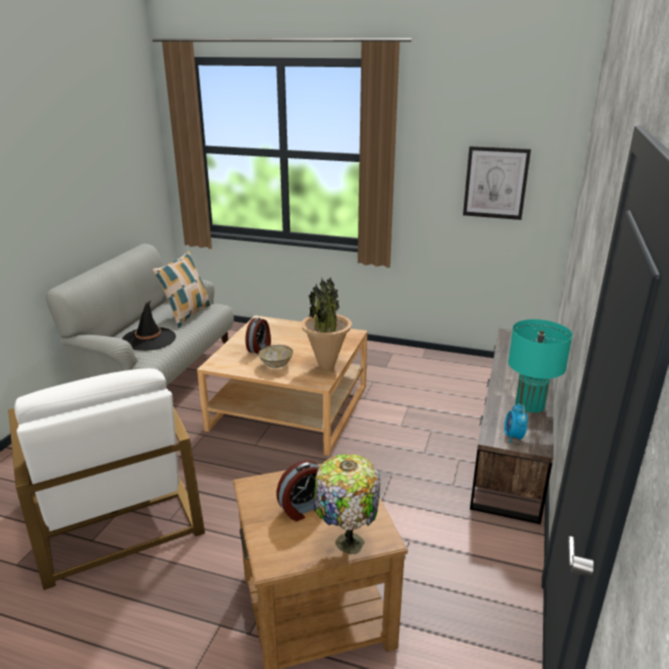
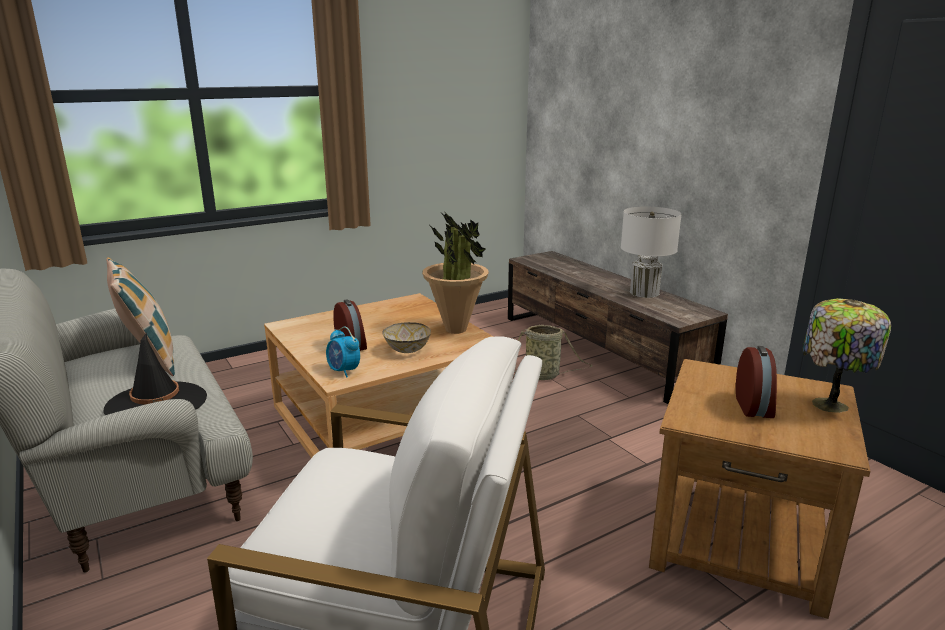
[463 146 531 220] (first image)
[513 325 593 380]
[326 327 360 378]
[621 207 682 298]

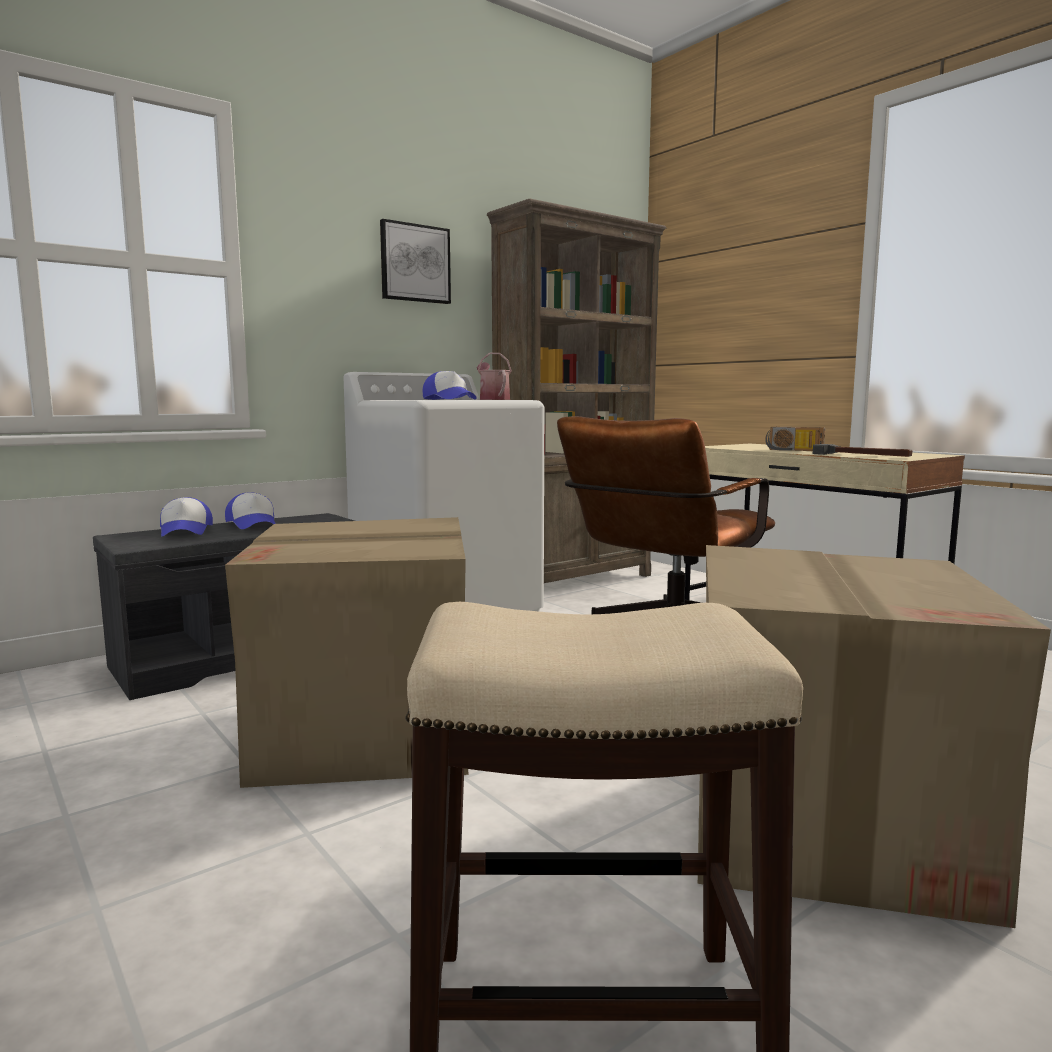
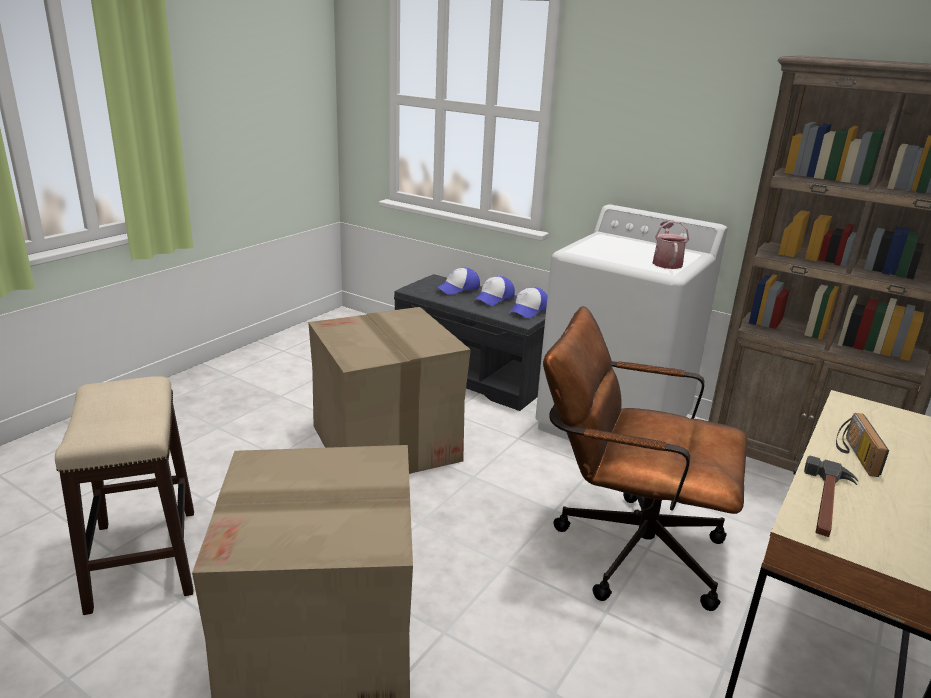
[380 219 451 304] (first image)
[509 287 548 318]
[653 221 689 269]

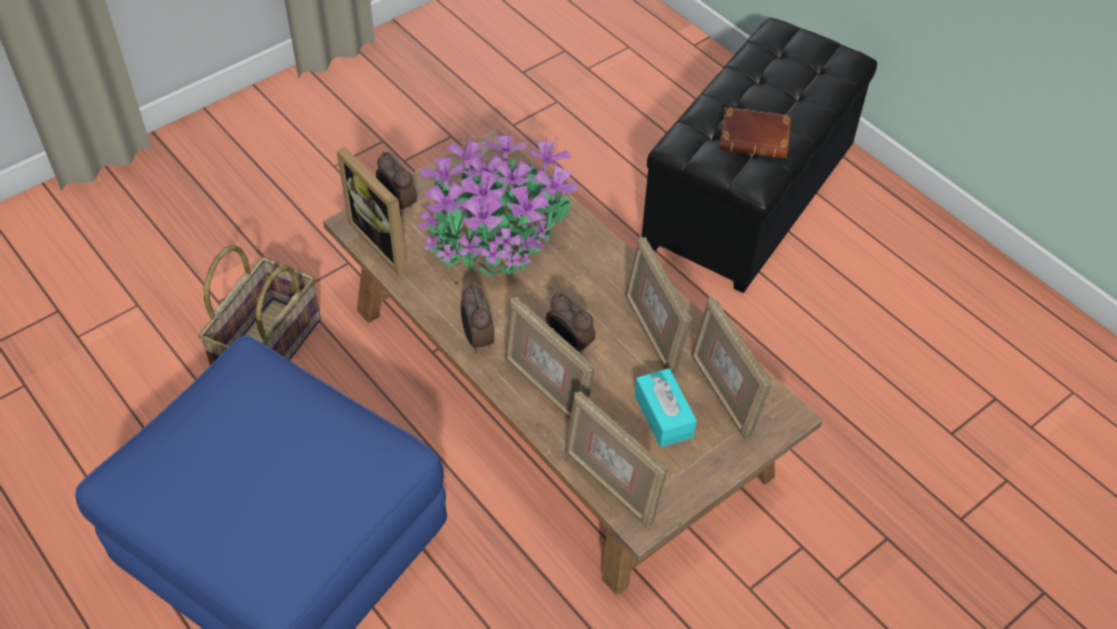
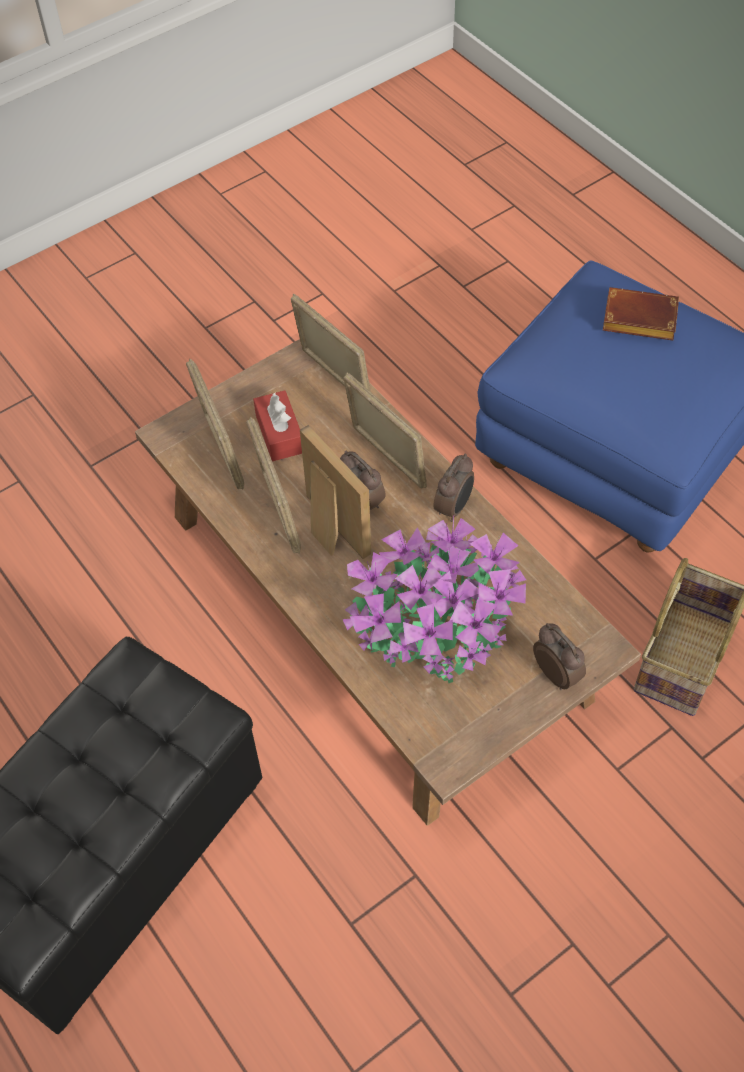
[300 425 371 559]
[603 287 679 340]
[253 390 302 461]
[433 453 474 522]

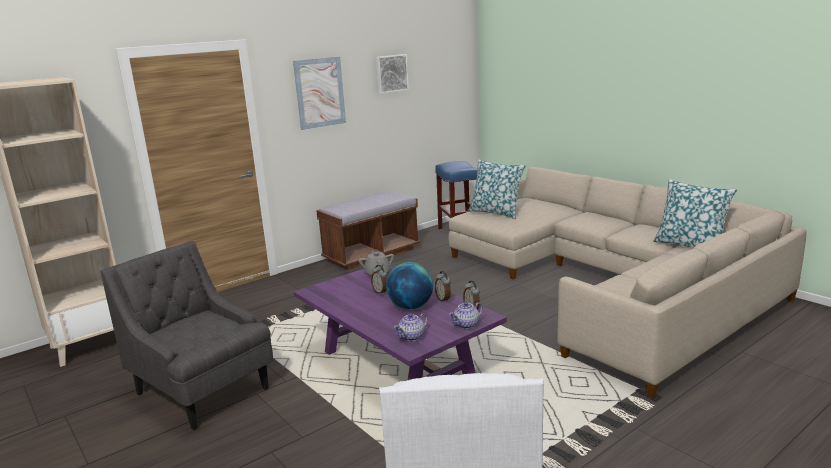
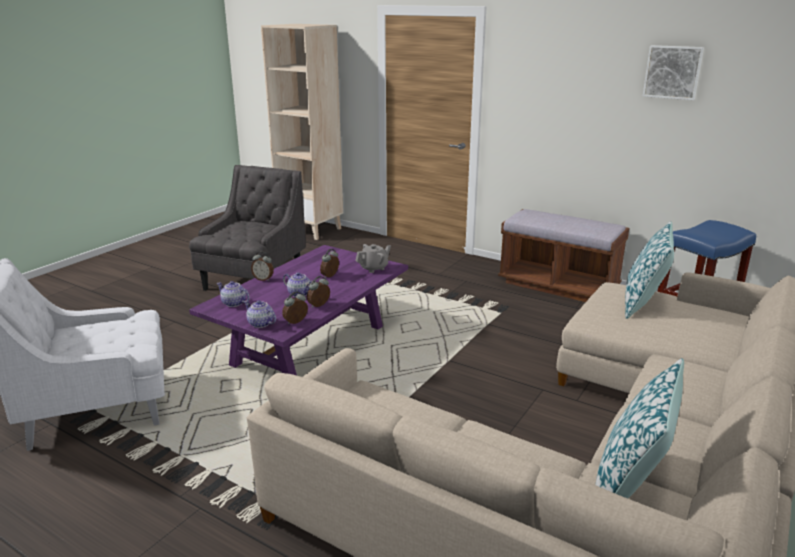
[293 57 346 130] (first image)
[251 251 274 281]
[283 272 313 297]

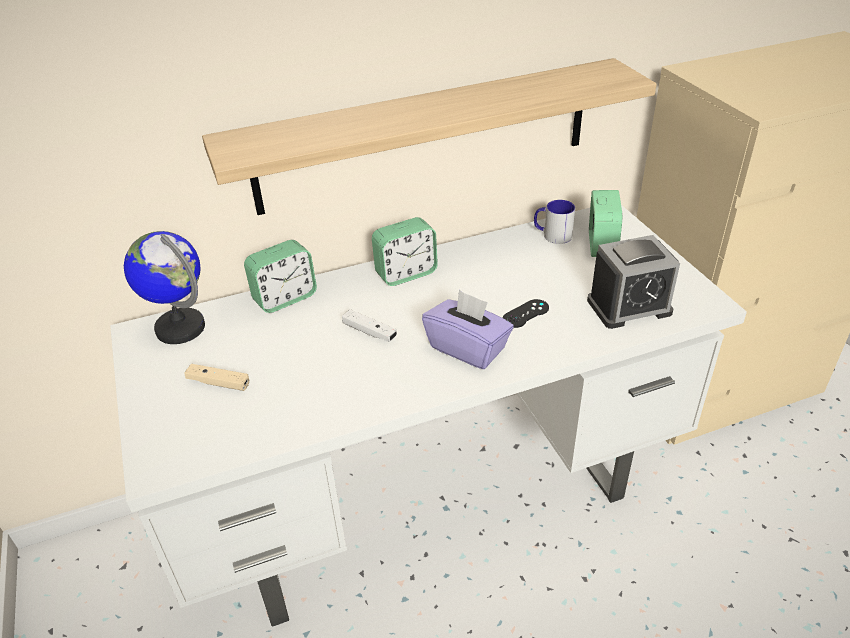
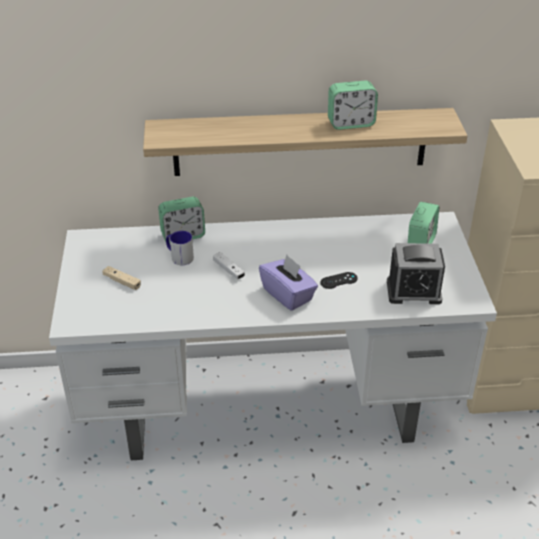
[124 231 205 344] (first image)
[328 80 378 130]
[166 231 194 265]

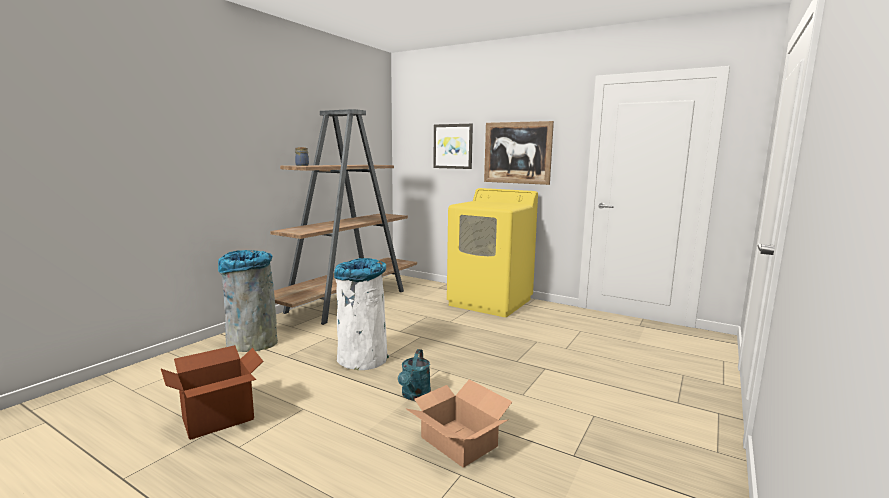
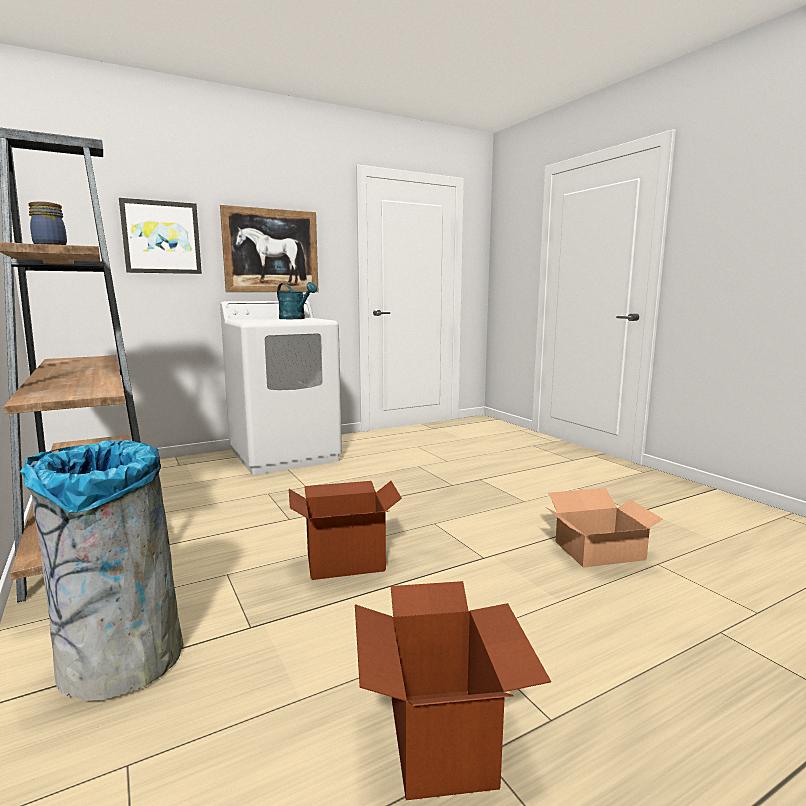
[277 282 317 319]
[289 481 402 580]
[220 301 342 475]

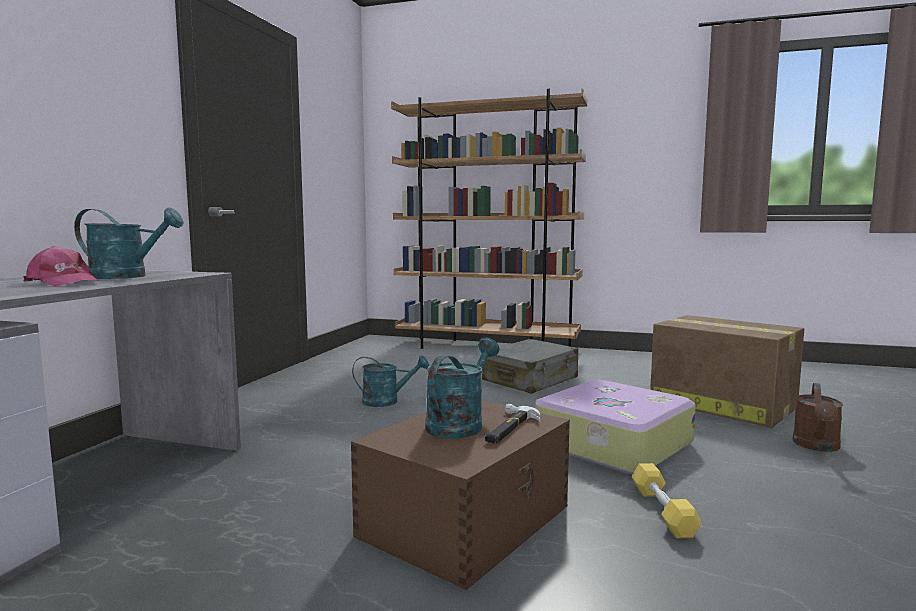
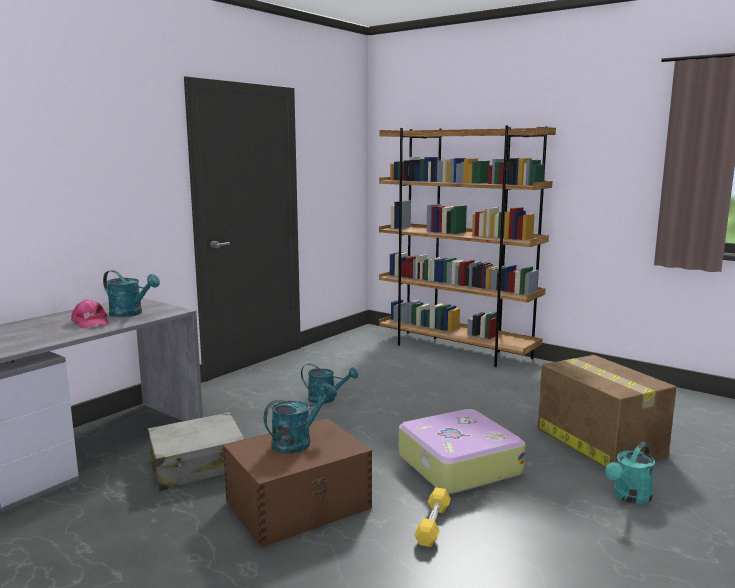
[485 404 540 443] (first image)
[148 412 245 491]
[605 442 655 504]

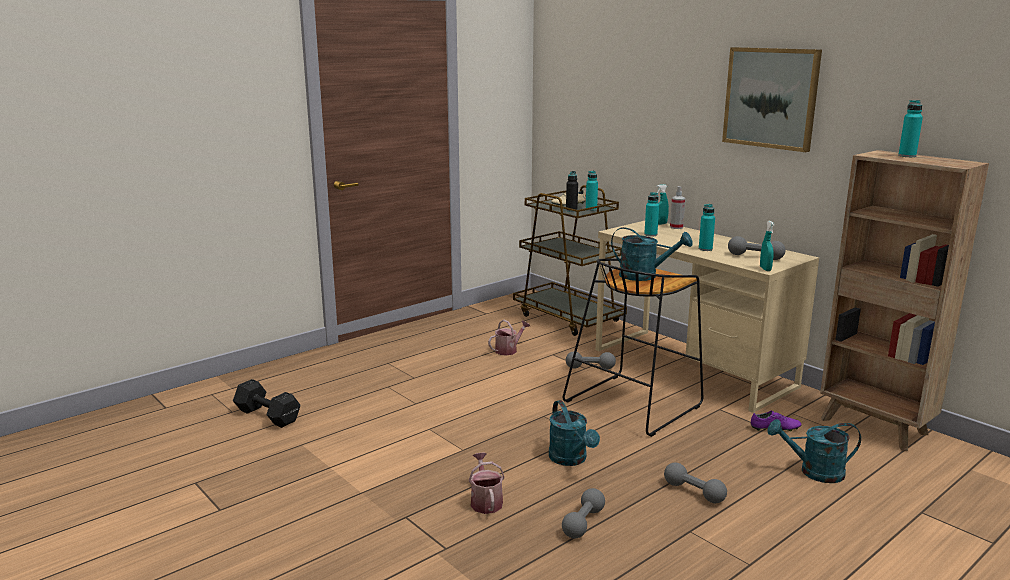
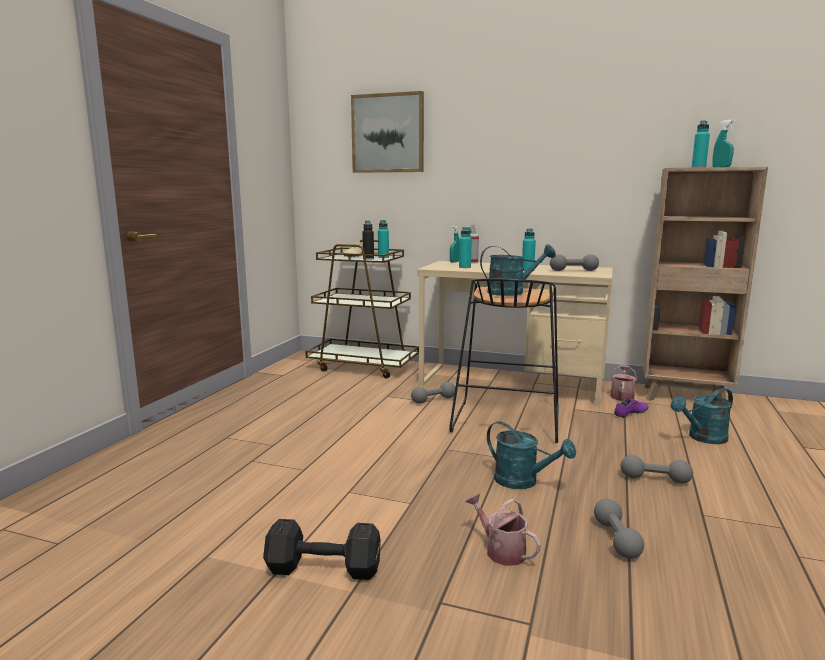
[263 519 381 580]
[610 365 637 401]
[351 91 424 173]
[712 119 735 167]

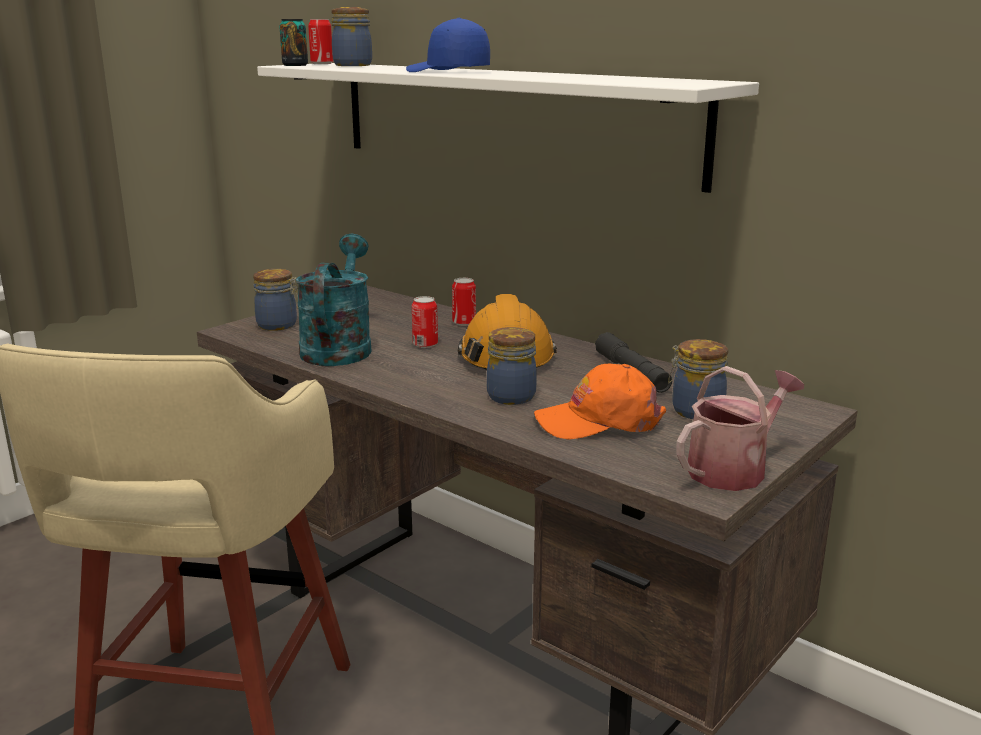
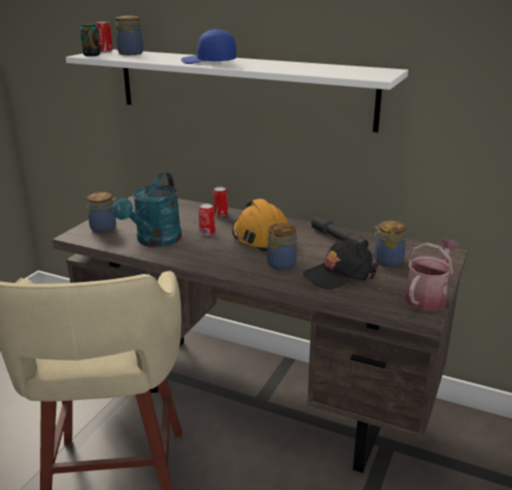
[303 240 378 289]
[113 172 182 247]

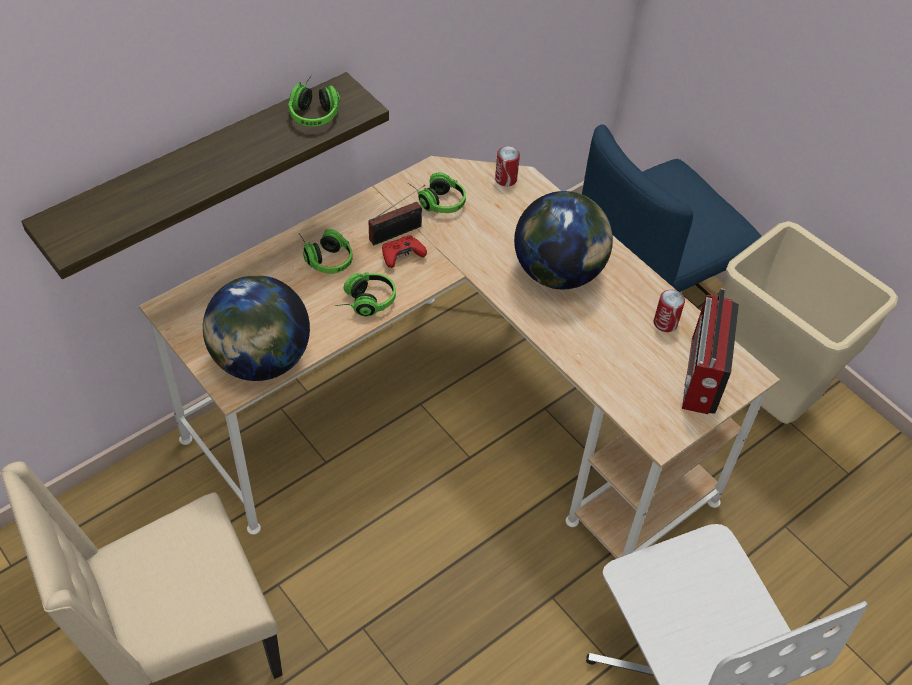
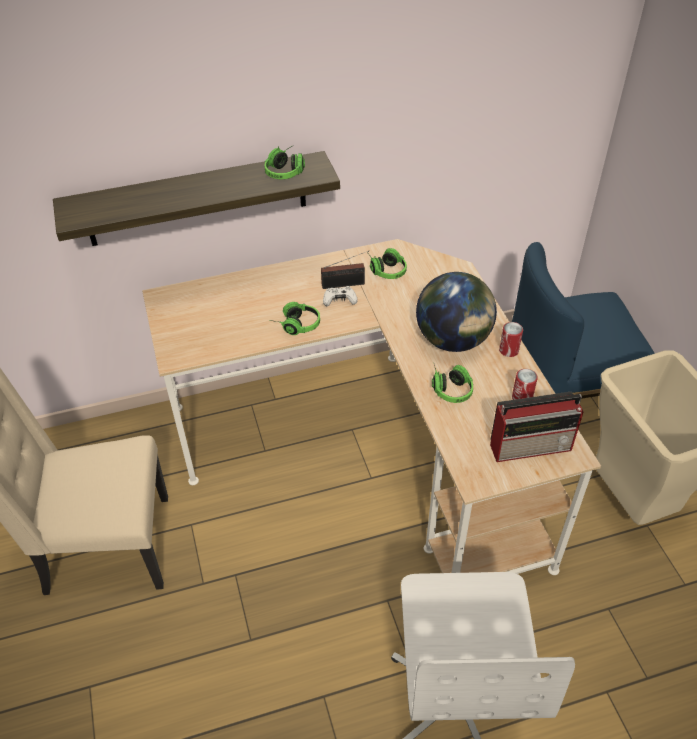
[203 275 310 381] (first image)
[432 362 473 403]
[499 322 523 357]
[323 286 358 306]
[490 392 583 462]

